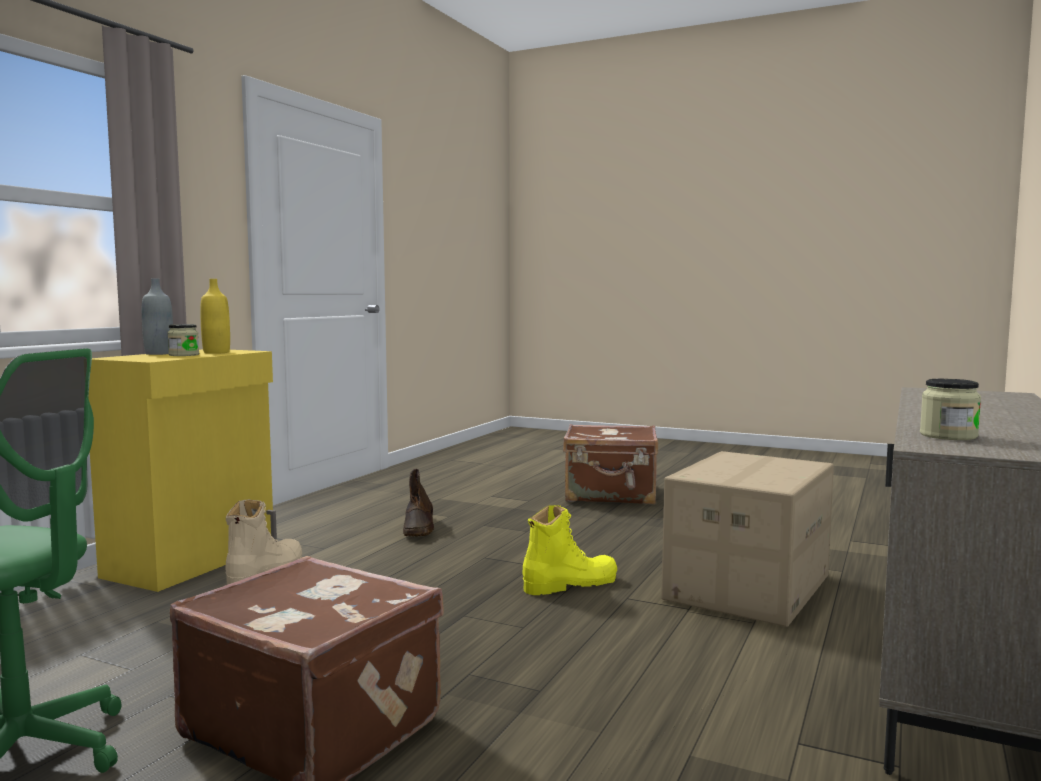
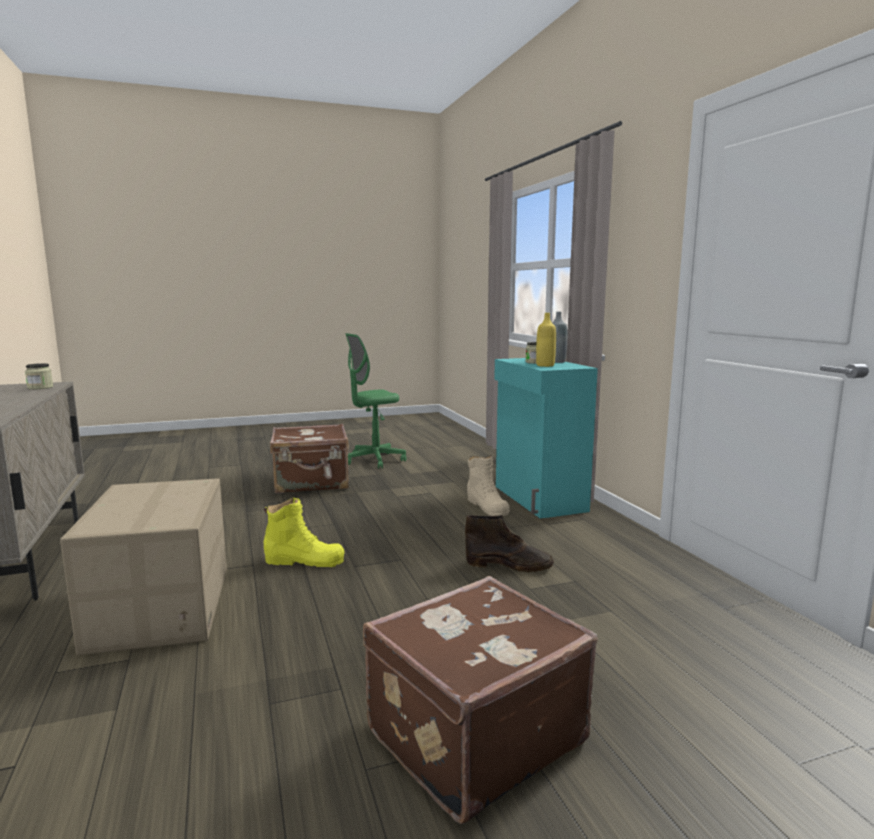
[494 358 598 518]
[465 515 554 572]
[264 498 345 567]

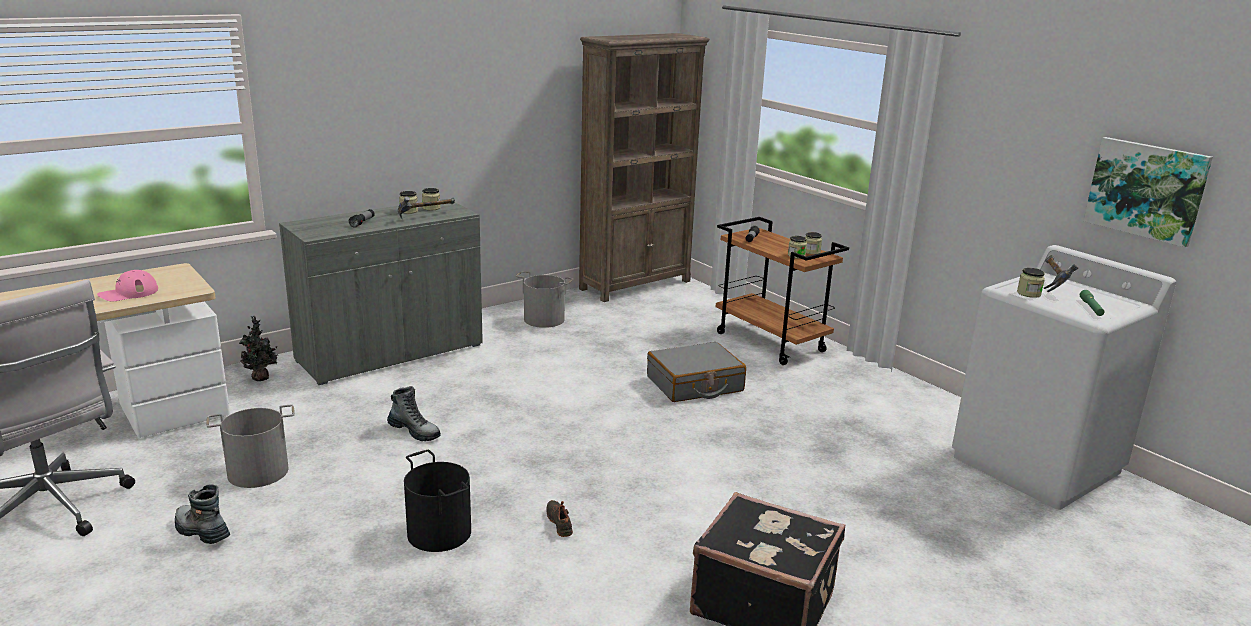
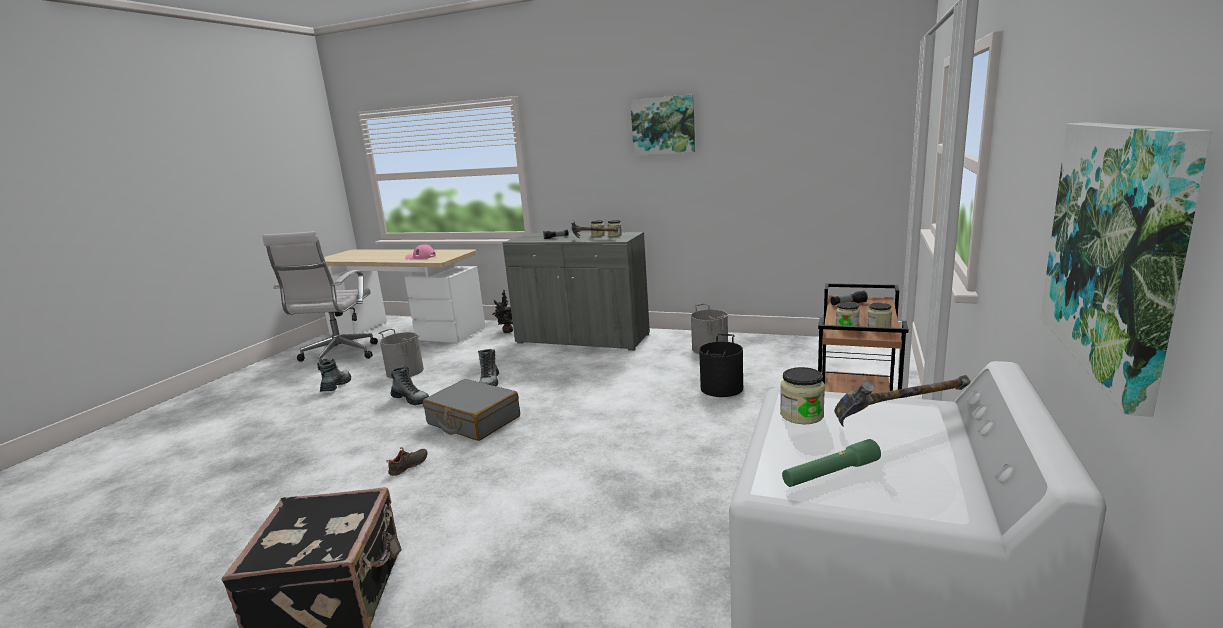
[579 33 710 302] (first image)
[391 365 429 405]
[630 94 695 156]
[699 334 743 397]
[423 379 520 441]

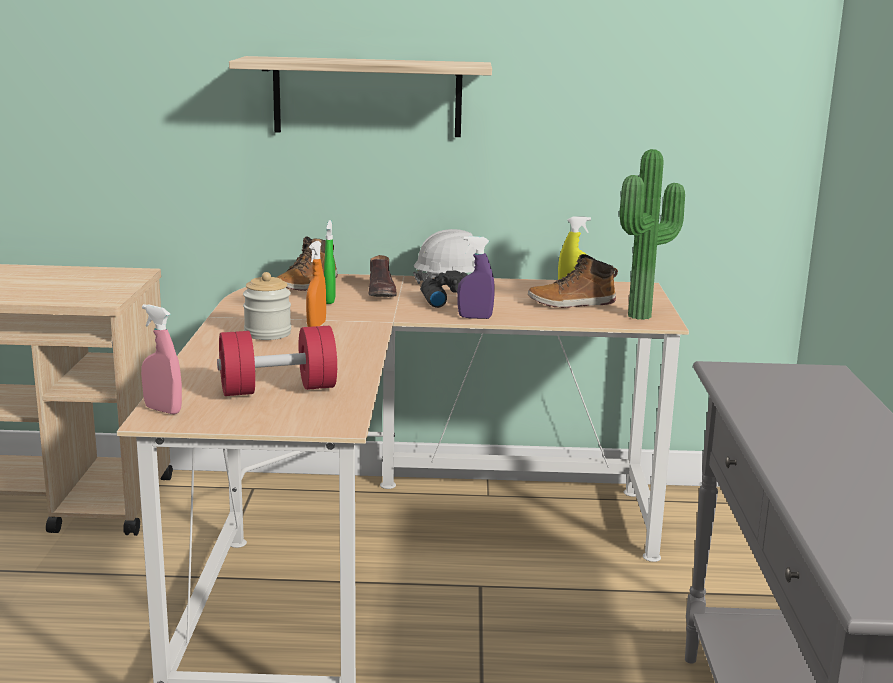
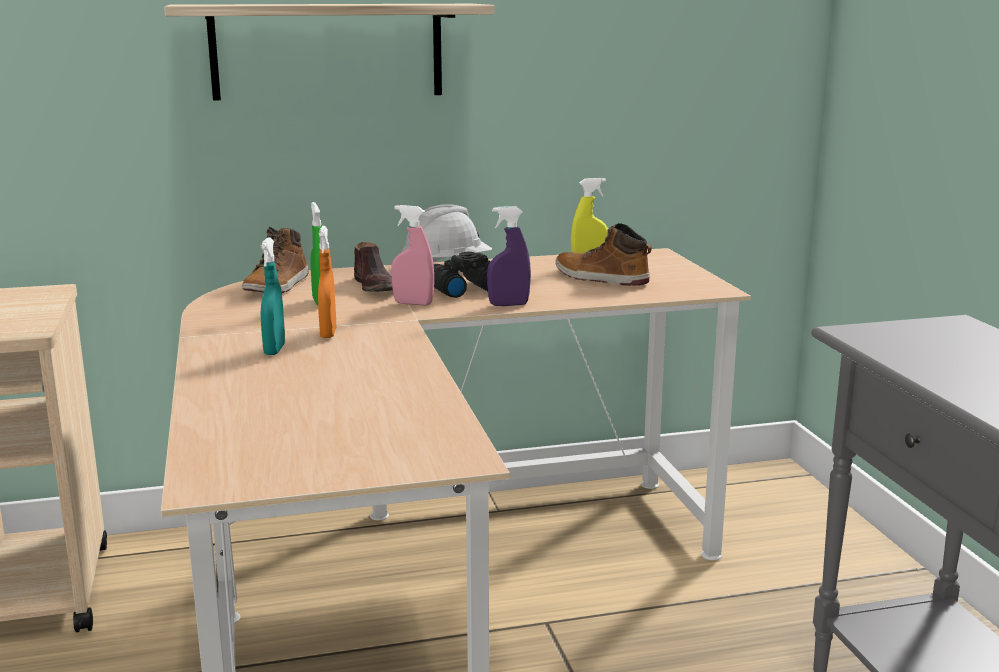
[217 326 337 396] (first image)
[619 149 685 320] (first image)
[391 205 434 306]
[261 238 285 355]
[555 223 652 286]

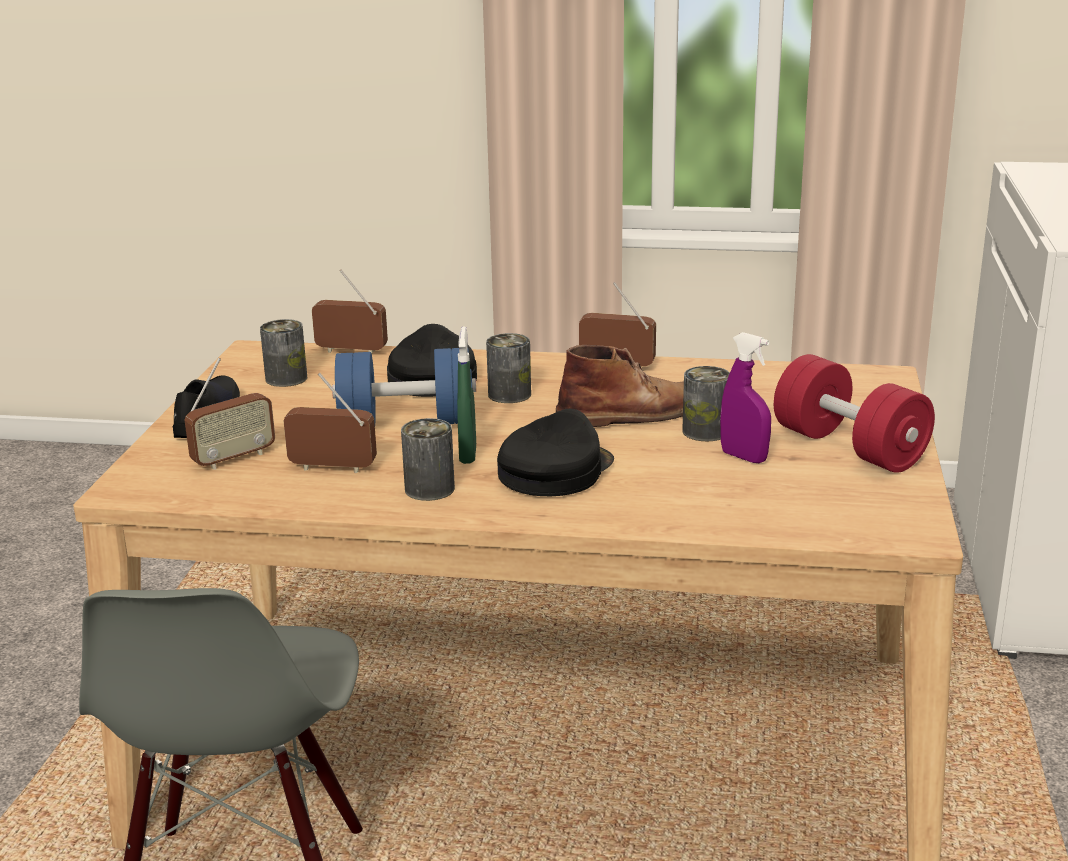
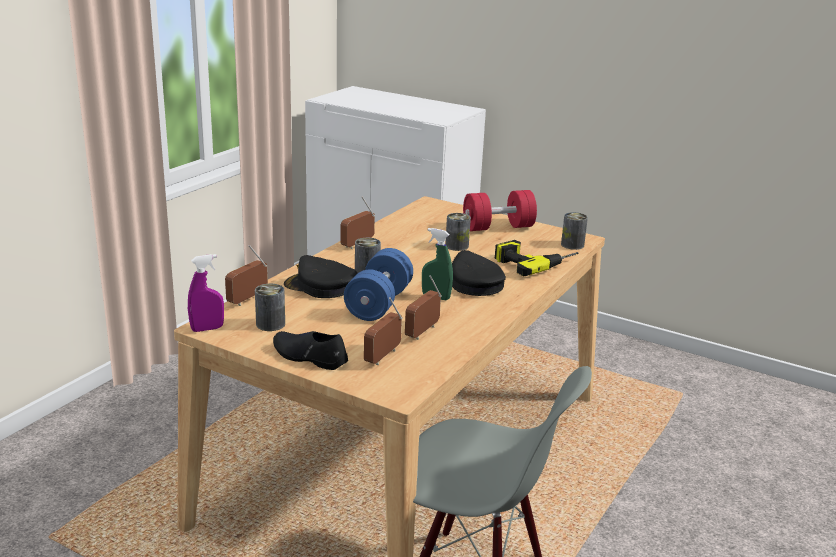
[556 345 684 427] (first image)
[495 240 579 276]
[561 212 588 250]
[188 254 224 332]
[364 297 403 365]

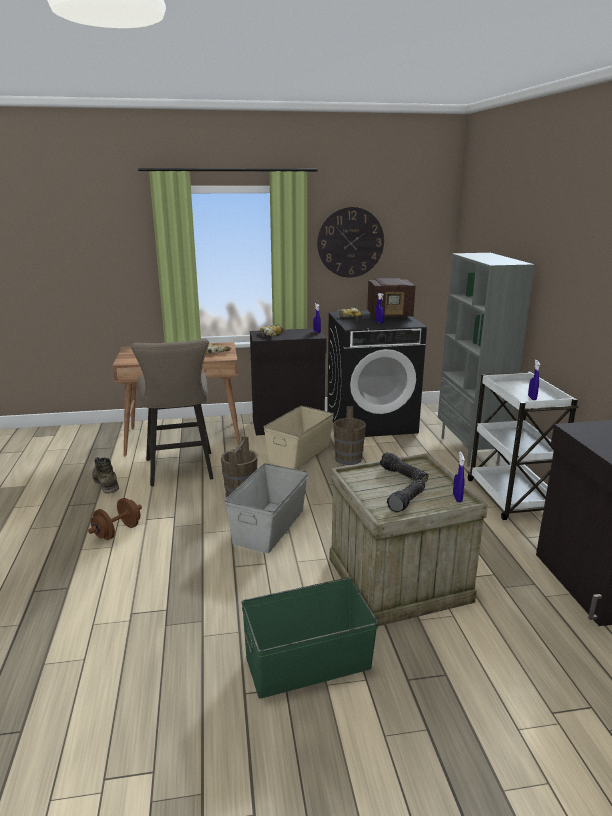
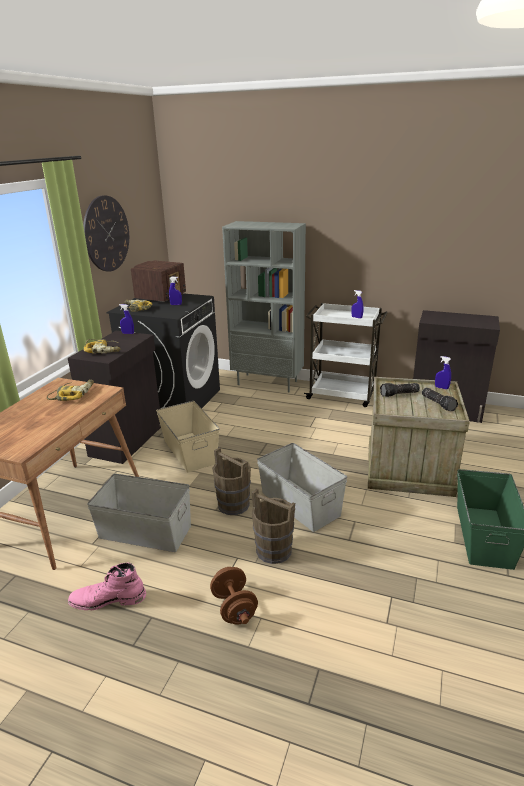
[252 488 295 564]
[87 474 191 552]
[68 562 146 610]

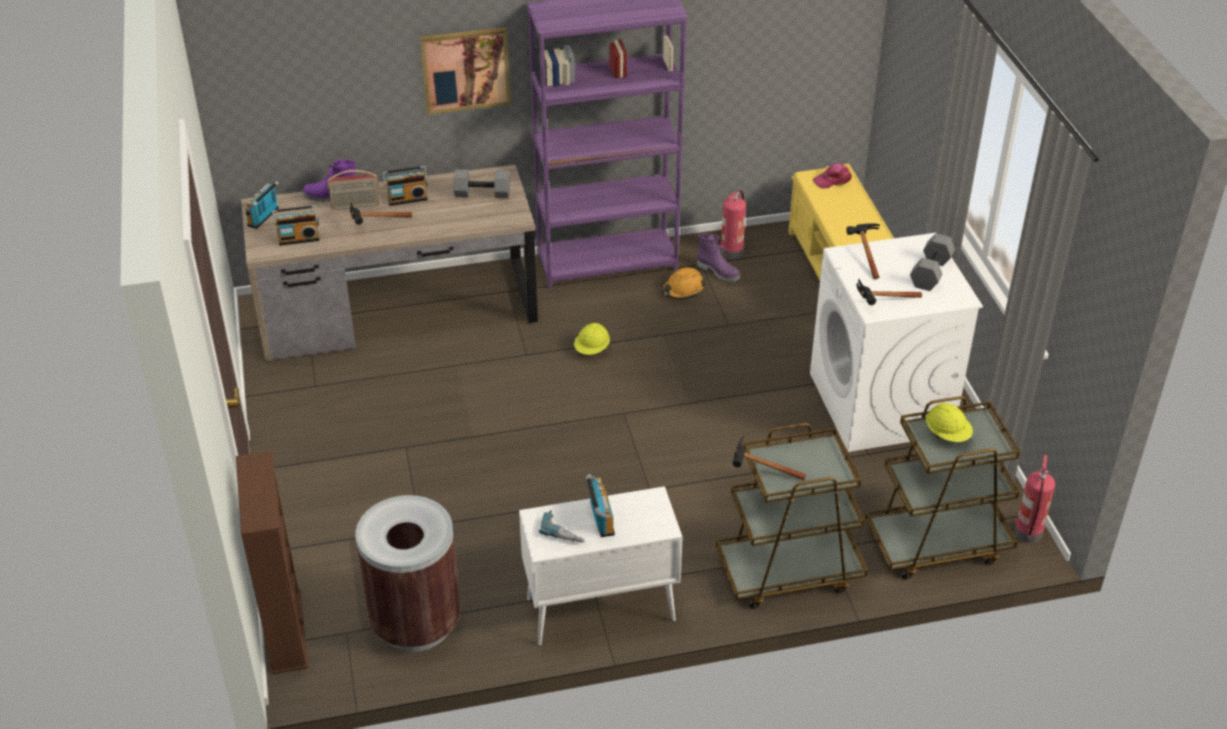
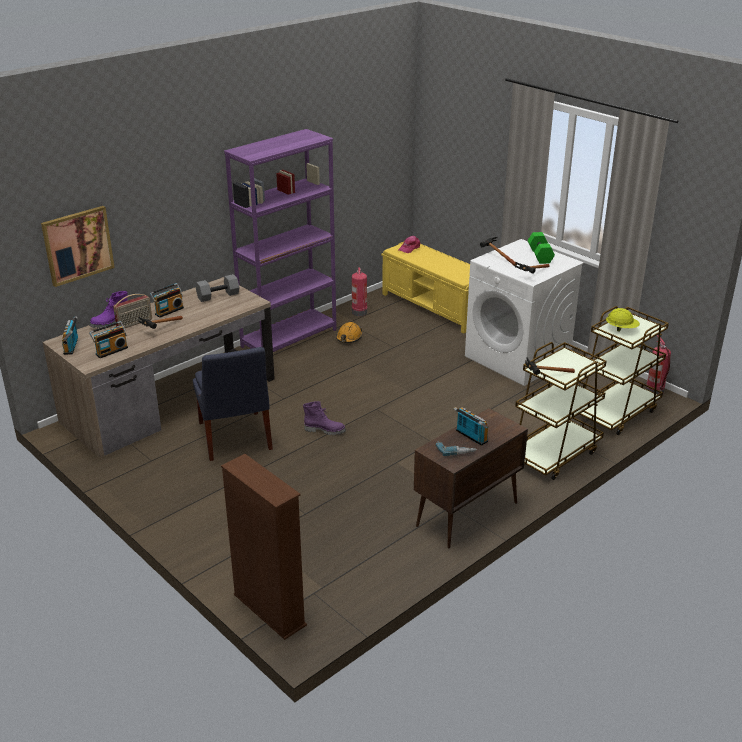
[356 495 461 652] (first image)
[574 323 610 355] (first image)
[193 347 273 461]
[41 206 115 287]
[303 401 346 435]
[414 408 528 549]
[528 232 555 264]

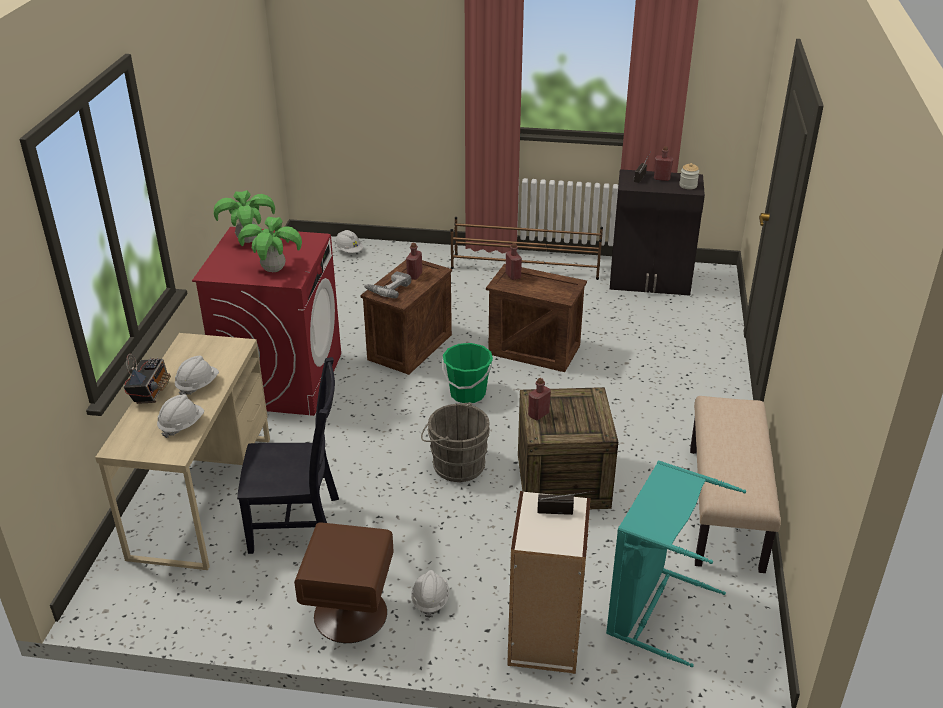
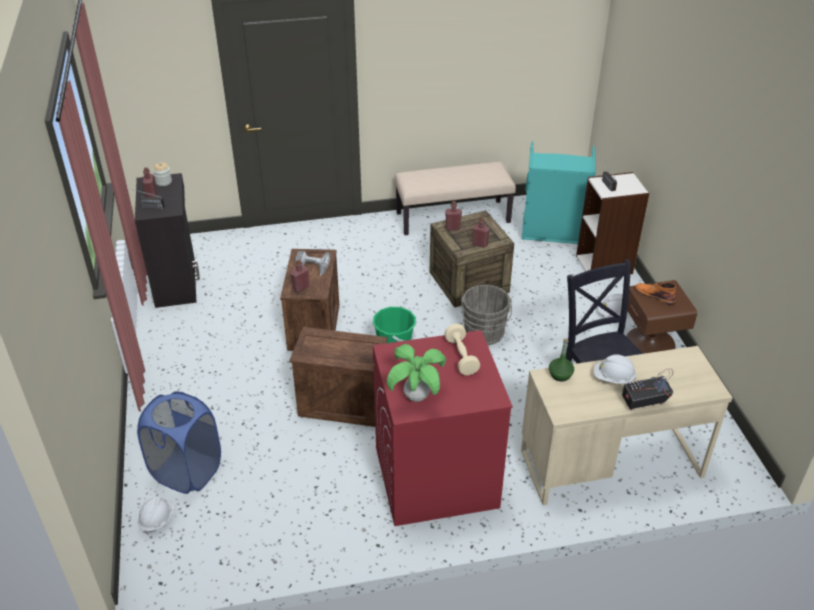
[157 394 204 438] (first image)
[451 217 603 280] (first image)
[137 392 221 494]
[549 338 574 382]
[635 282 676 305]
[295 251 331 275]
[445 201 462 230]
[444 324 480 375]

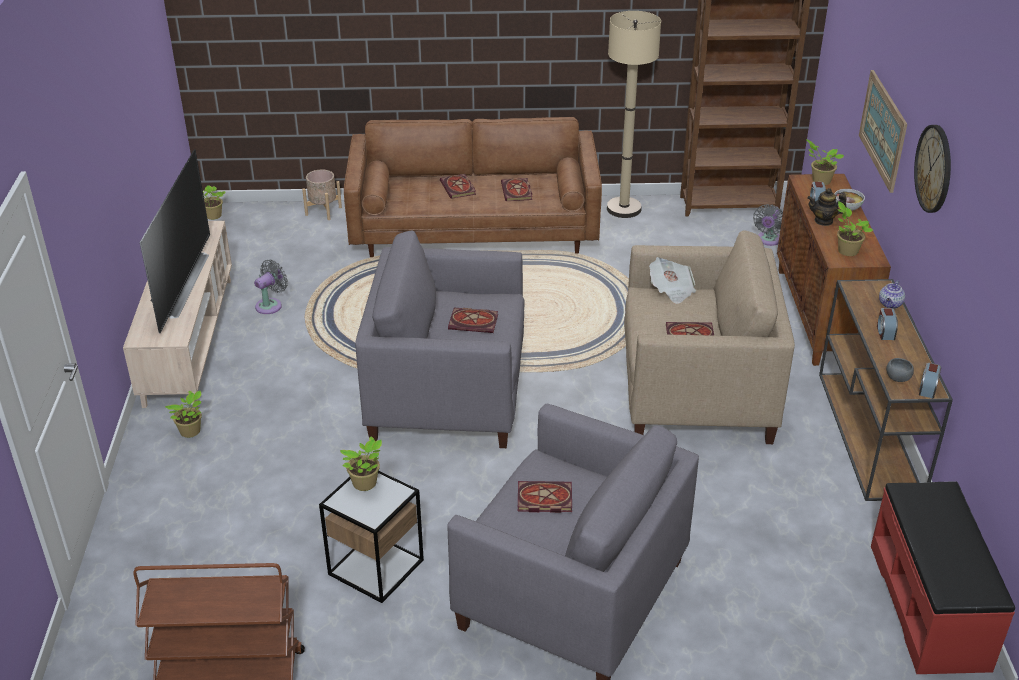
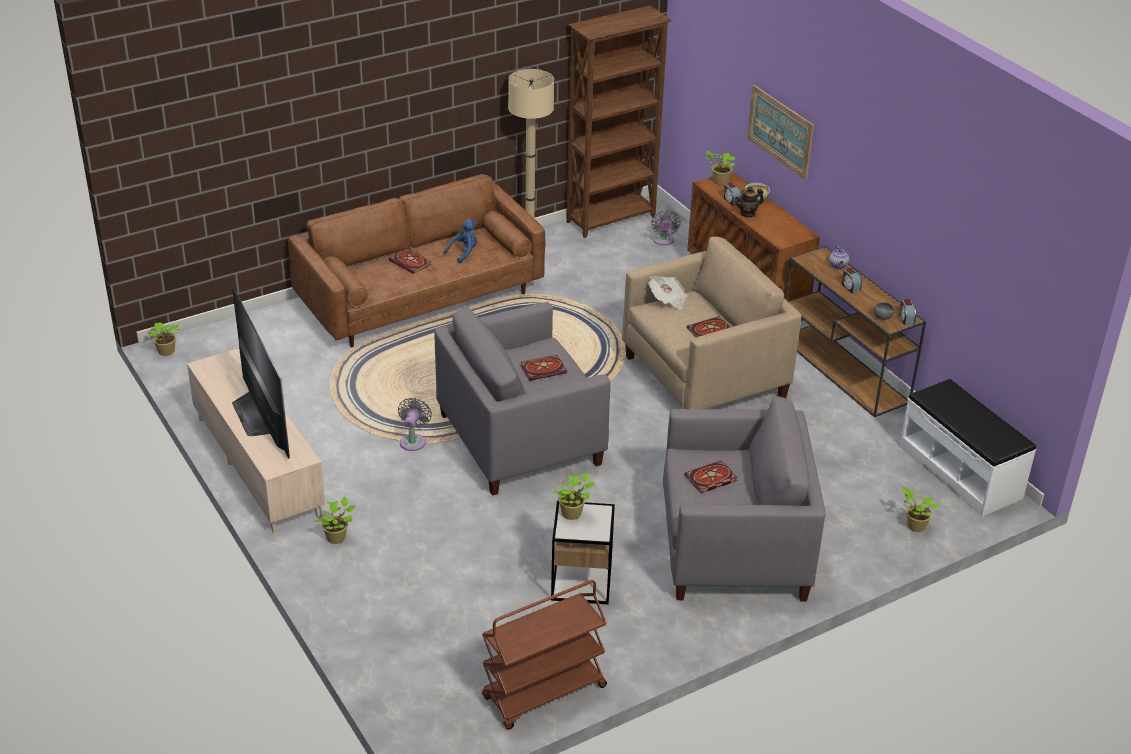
[302 170 342 220] (first image)
[914 125 951 213] (first image)
[398 398 432 451]
[902 487 939 532]
[444 219 477 264]
[899 379 1036 517]

